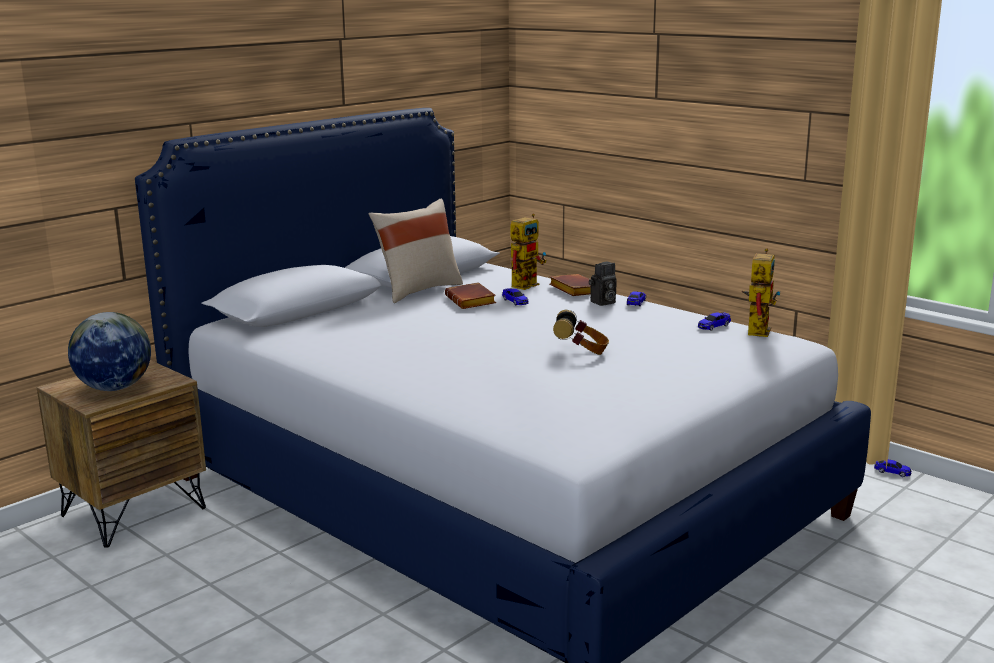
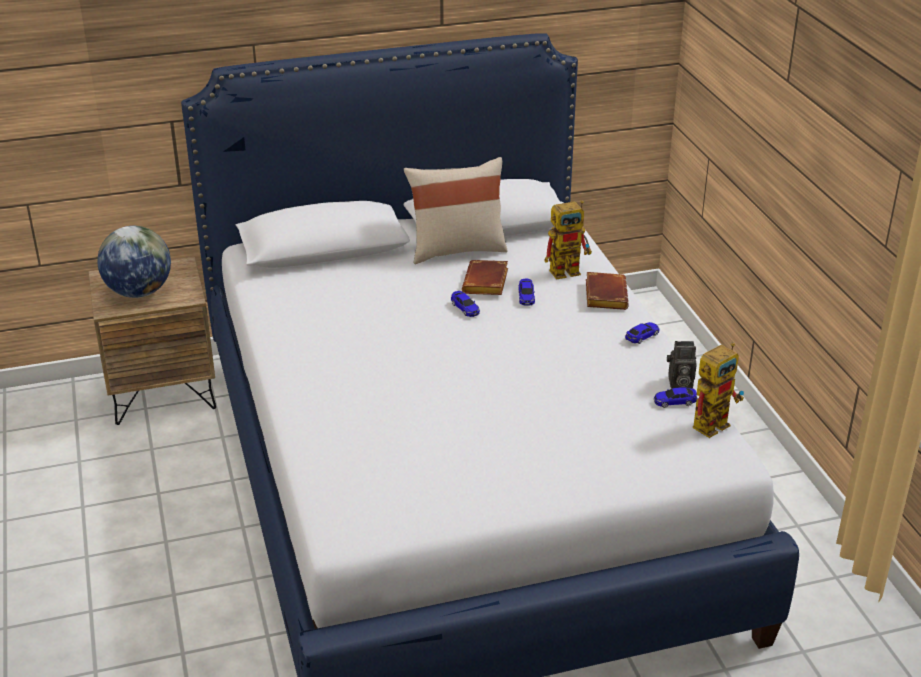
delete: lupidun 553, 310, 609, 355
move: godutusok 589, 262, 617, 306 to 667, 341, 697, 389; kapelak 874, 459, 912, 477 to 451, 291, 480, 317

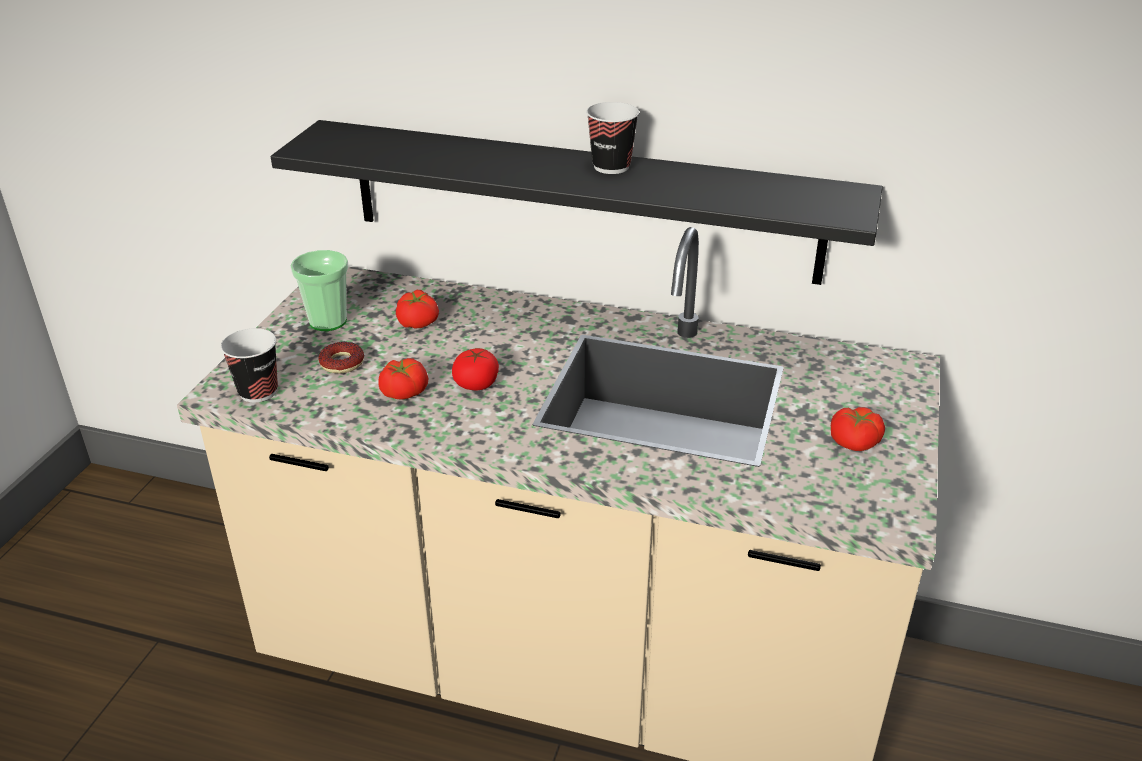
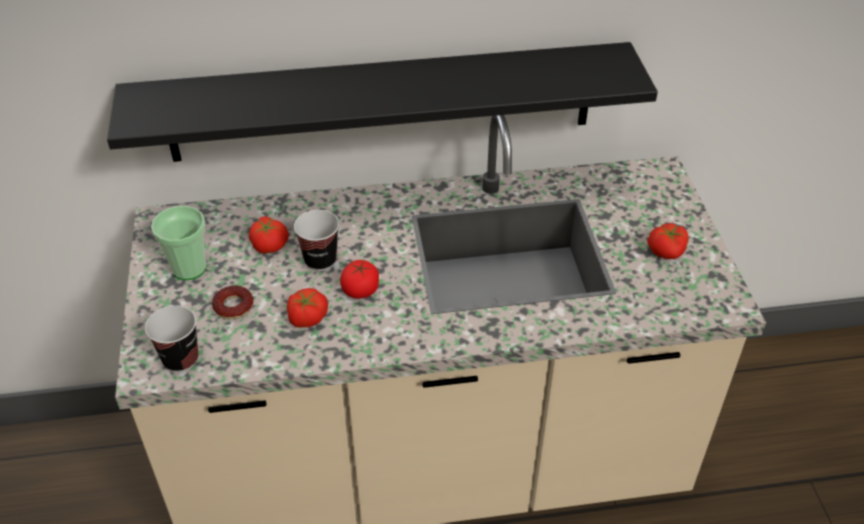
move: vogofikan 586, 102, 639, 174 to 294, 210, 339, 271

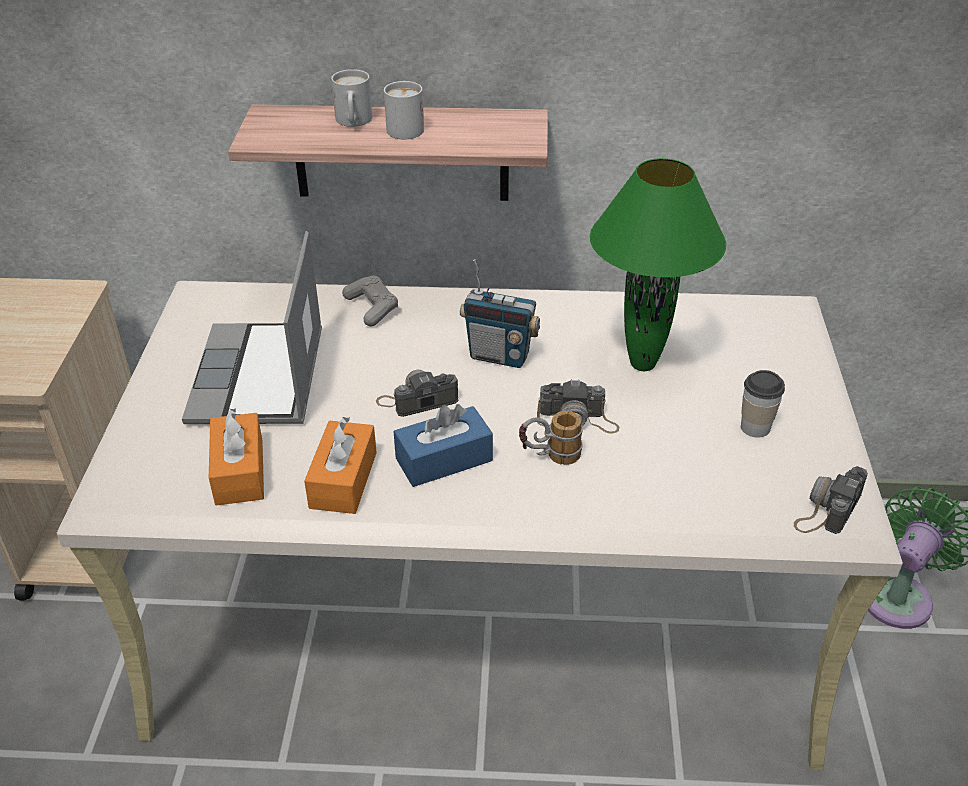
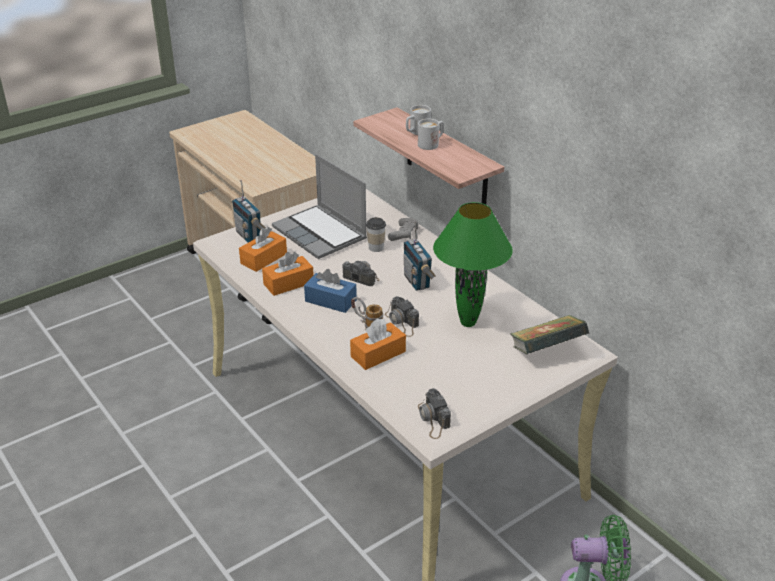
insert: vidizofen 232, 180, 265, 243; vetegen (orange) 350, 319, 406, 370; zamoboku 510, 315, 589, 354
move: vogofikan 741, 370, 785, 438 to 366, 217, 386, 252
rotate: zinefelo 182, 231, 322, 424 = 272, 154, 367, 259 90 degrees counterclockwise; godutusok 794, 466, 868, 534 = 418, 388, 451, 439 105 degrees counterclockwise

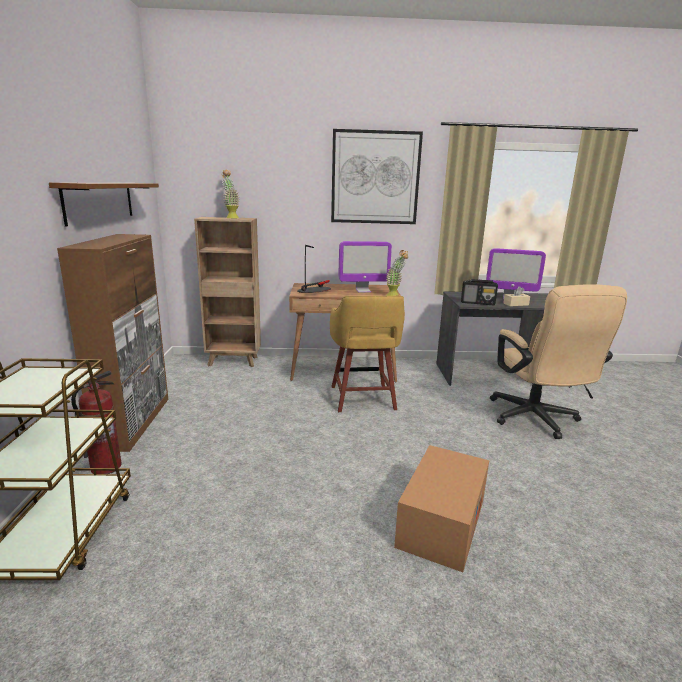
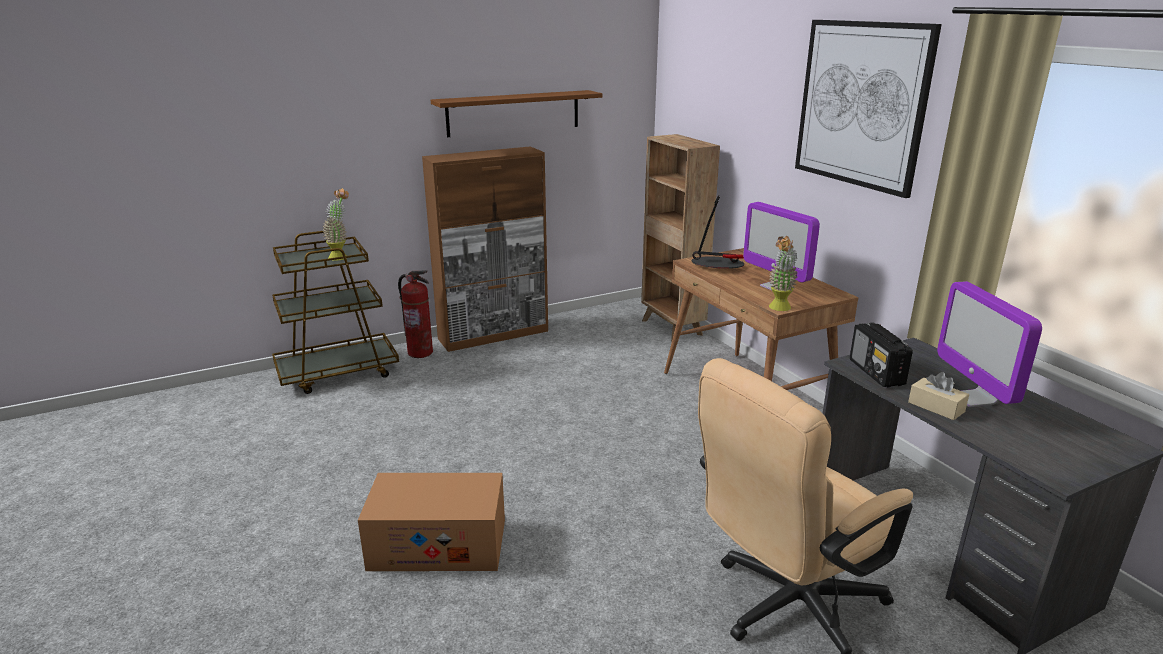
delete: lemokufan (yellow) 330, 296, 405, 412
move: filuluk 221, 170, 240, 218 to 322, 188, 349, 261

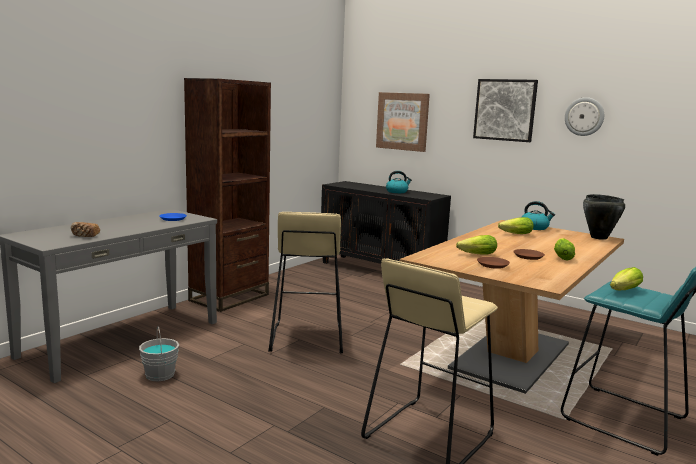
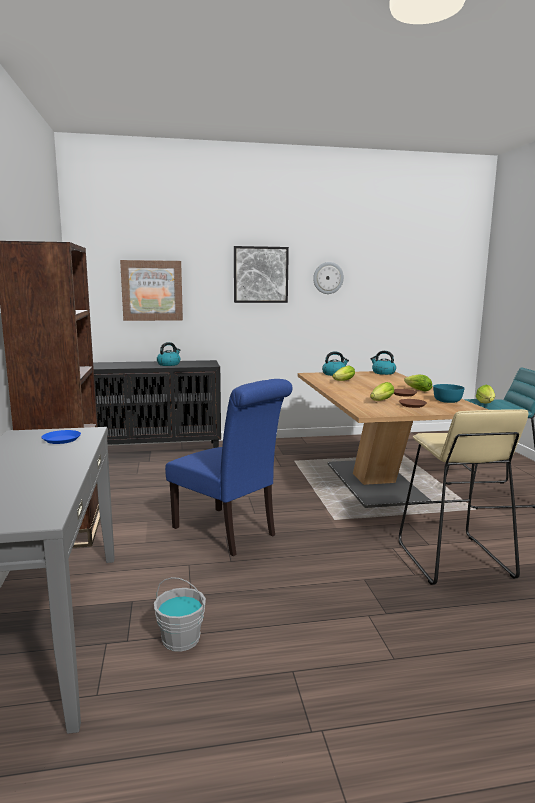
delete: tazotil 71, 222, 100, 237
insert: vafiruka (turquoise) 433, 384, 464, 403
replace: lemokufan (beige) 268, 212, 343, 353 to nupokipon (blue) 165, 379, 293, 556; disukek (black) 583, 194, 625, 240 to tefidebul 370, 351, 396, 375

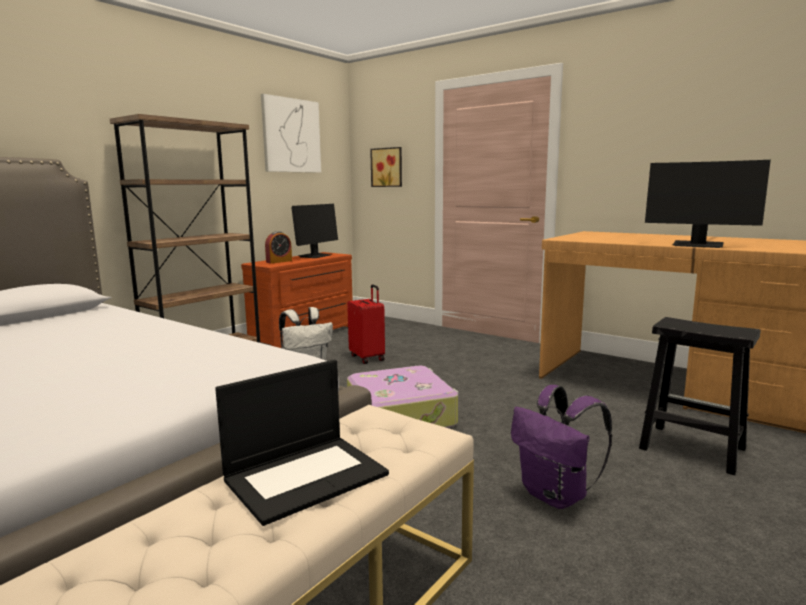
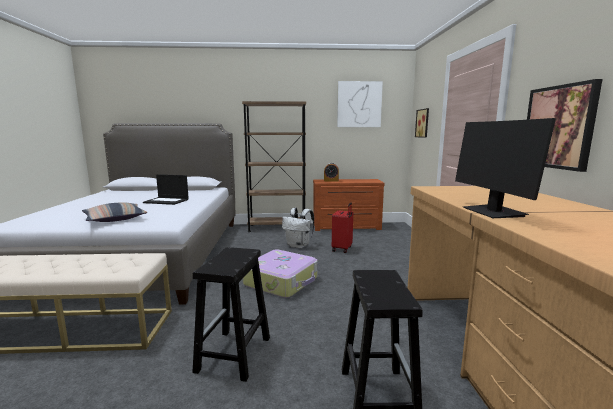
delete: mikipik 292, 204, 338, 258
insert: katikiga 82, 203, 147, 222; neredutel 527, 79, 603, 172
move: zinefelo 215, 360, 389, 526 to 143, 174, 189, 205
replace: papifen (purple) 511, 385, 612, 509 to lemokufan (black) 192, 247, 270, 382

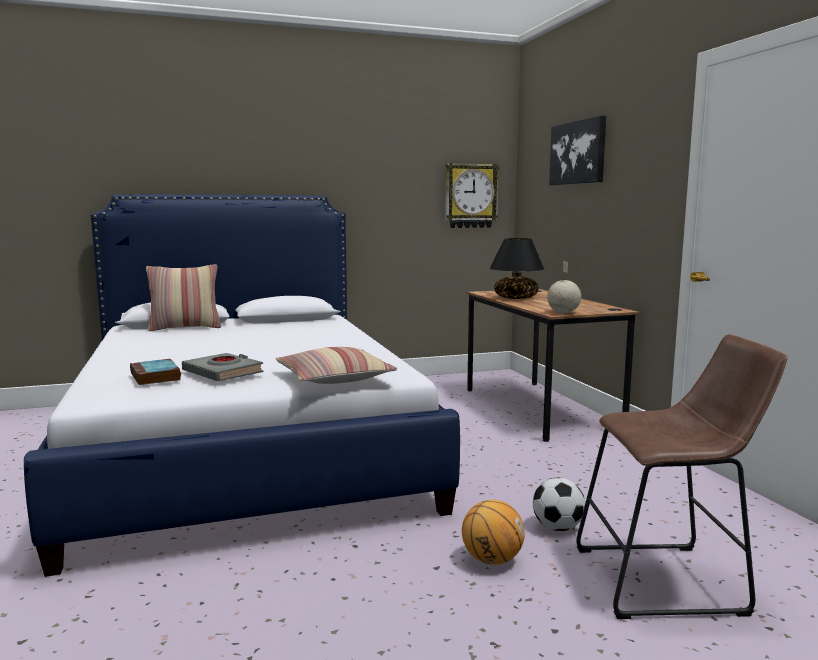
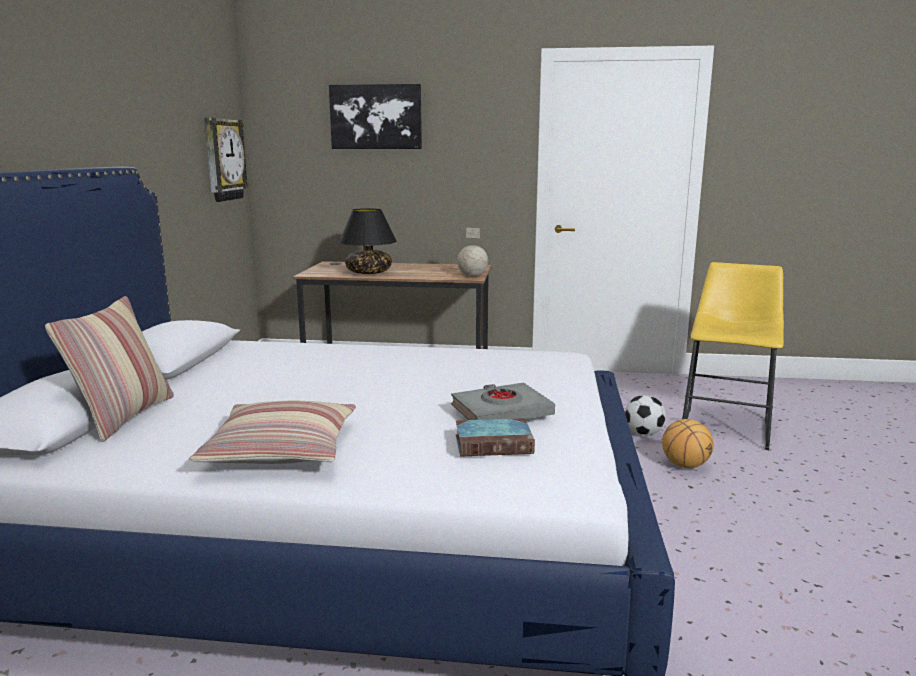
move: katikiga 276, 347, 397, 384 to 189, 401, 356, 464
recolor: lemokufan (brown) 576, 334, 788, 619 to lemokufan (yellow) 682, 262, 784, 450

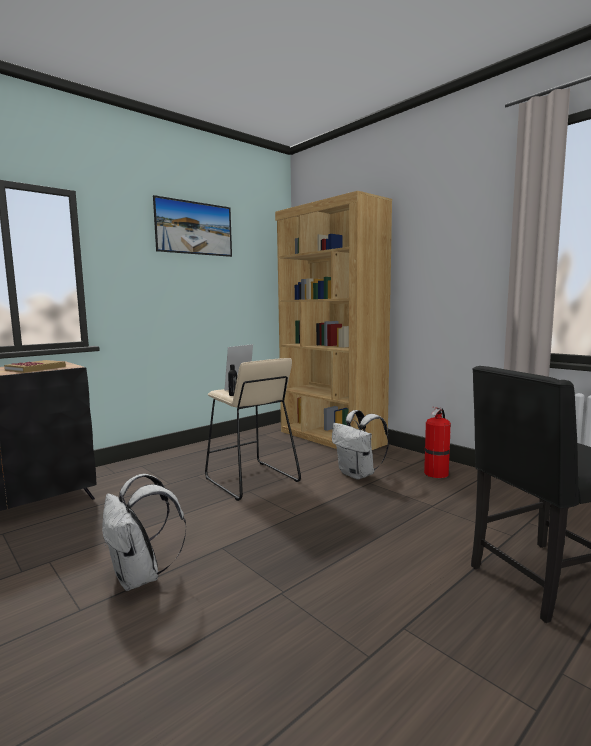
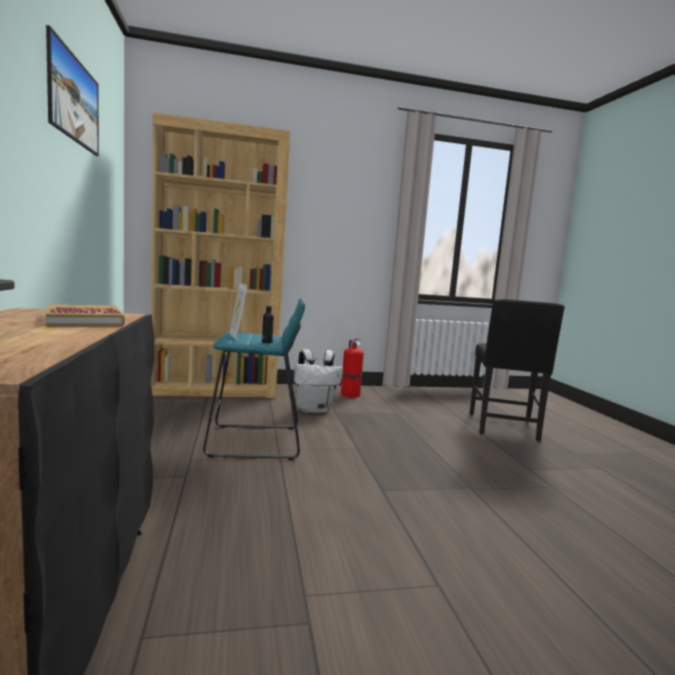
delete: papifen (white) 102, 474, 186, 591
recolor: lemokufan (beige) 205, 358, 301, 501 to lemokufan (turquoise) 203, 298, 305, 460

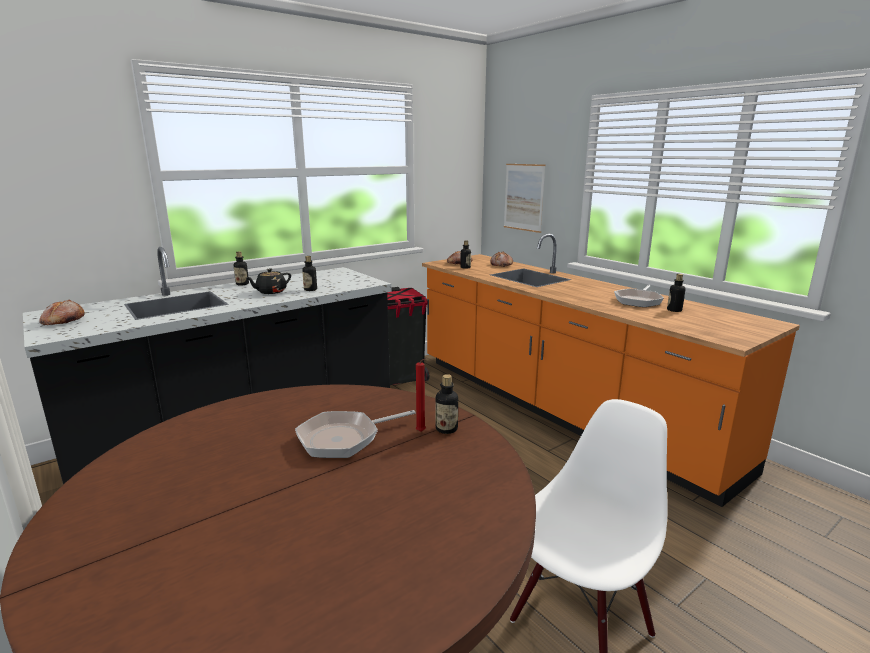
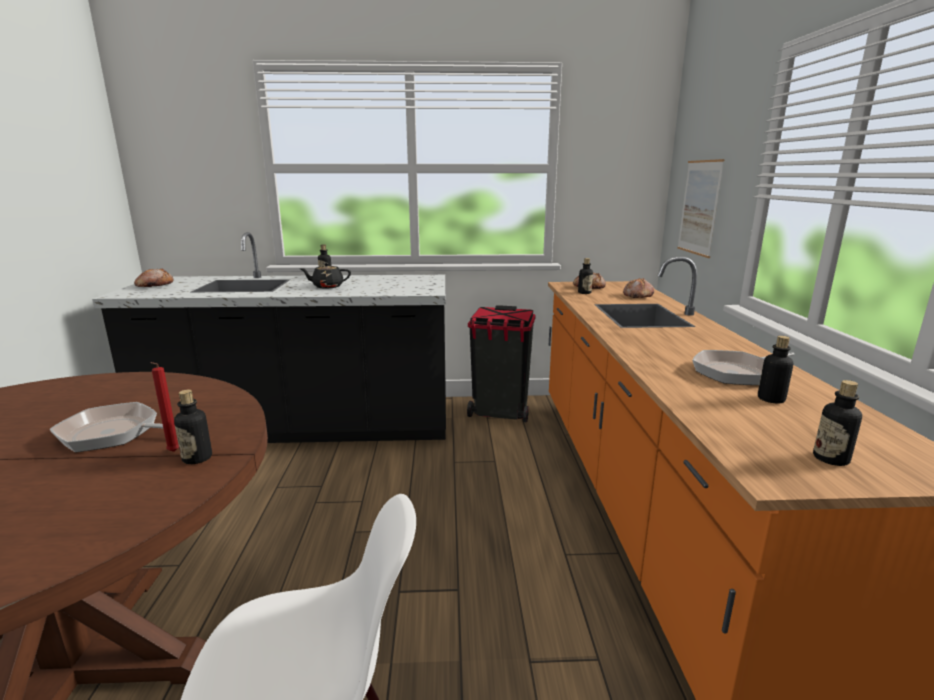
move: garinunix 302, 256, 317, 291 to 813, 380, 862, 466

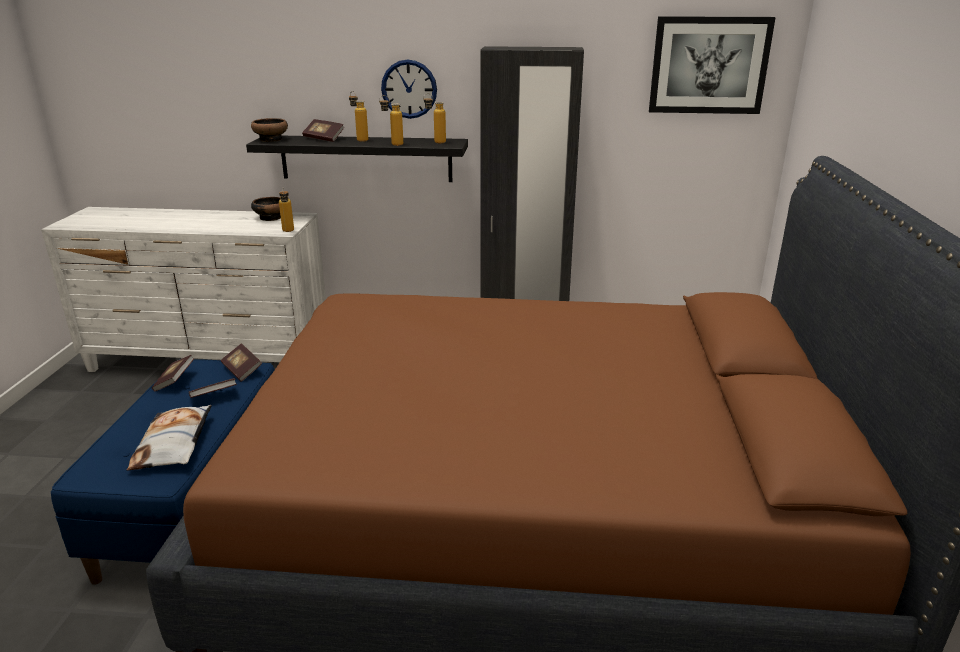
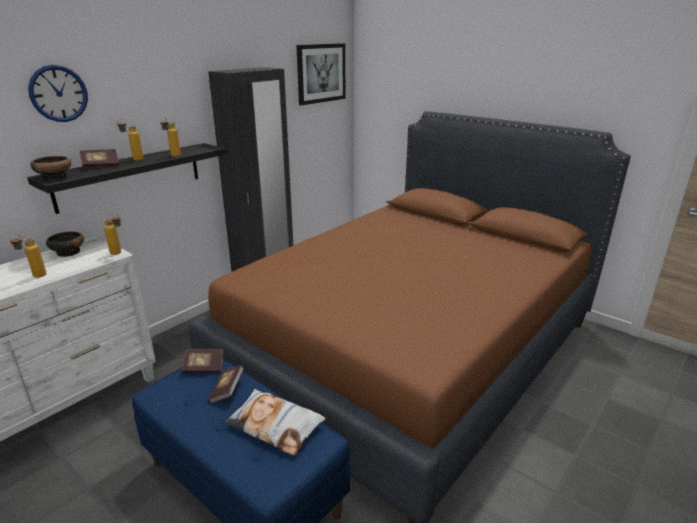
delete: zamoboku 152, 355, 194, 392
move: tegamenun 381, 60, 437, 119 to 28, 65, 88, 122; garinunix 423, 93, 446, 143 to 10, 234, 46, 278

